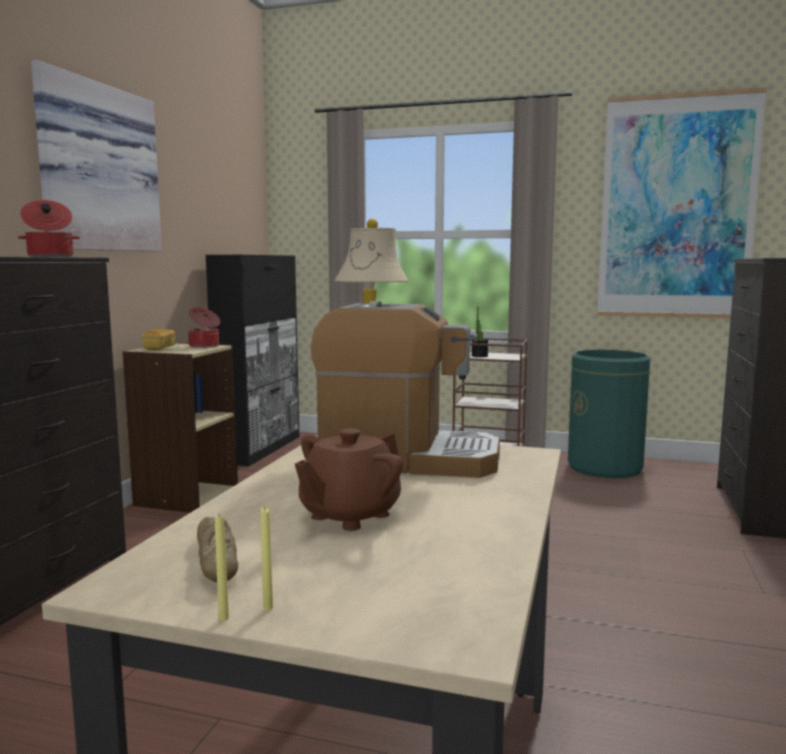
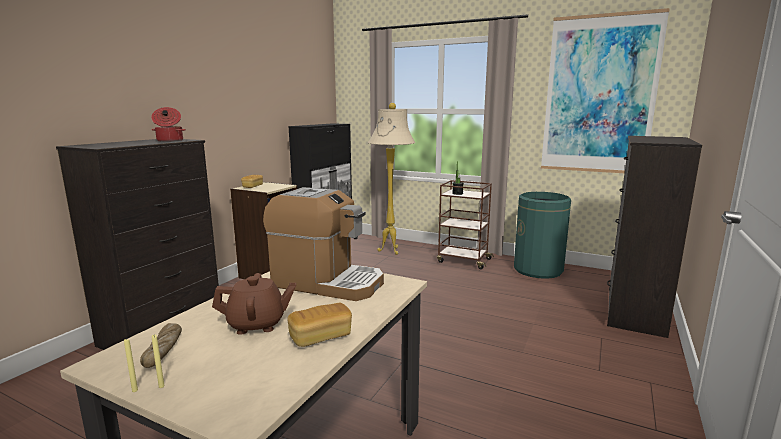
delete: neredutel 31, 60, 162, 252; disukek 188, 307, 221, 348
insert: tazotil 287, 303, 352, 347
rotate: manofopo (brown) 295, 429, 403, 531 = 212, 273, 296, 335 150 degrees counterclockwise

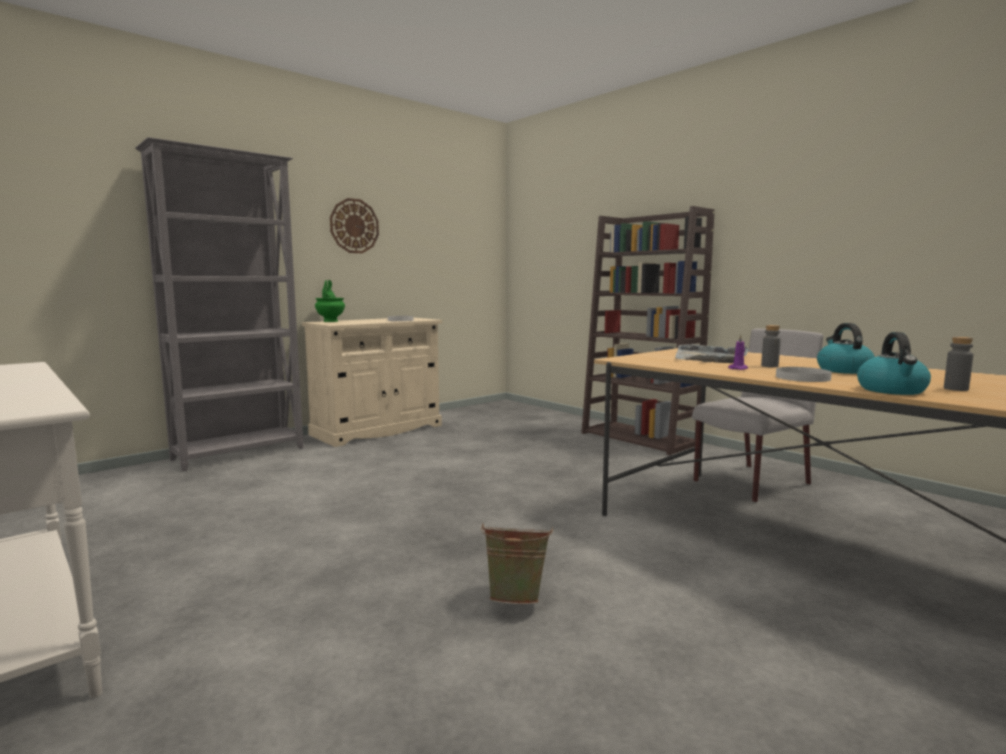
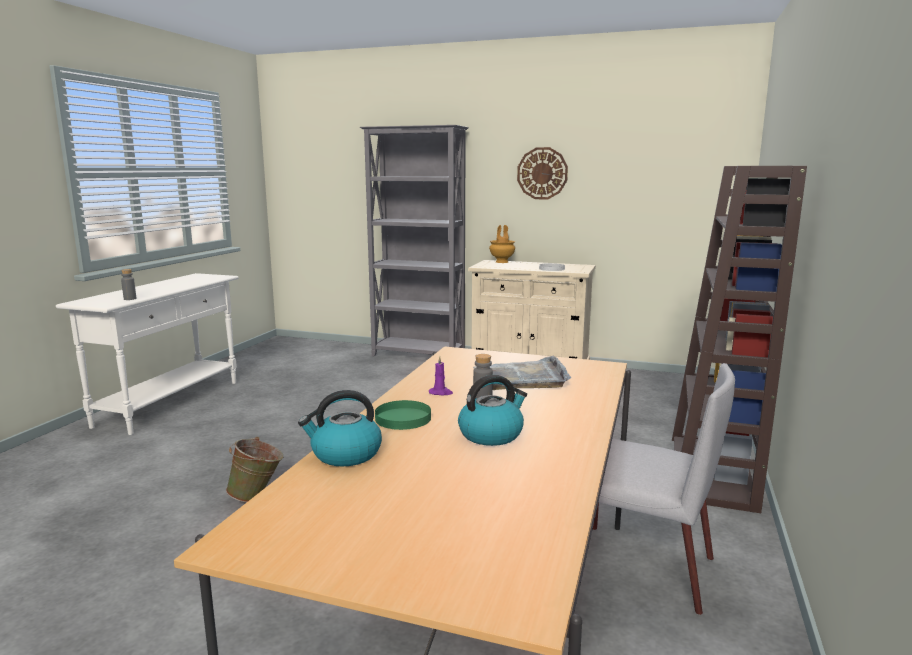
move: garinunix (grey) 944, 337, 973, 391 to 121, 269, 136, 300
recolor: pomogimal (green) 315, 280, 345, 322 to pomogimal (brown) 489, 225, 515, 263; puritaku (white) 776, 367, 832, 382 to puritaku (green) 375, 400, 431, 430

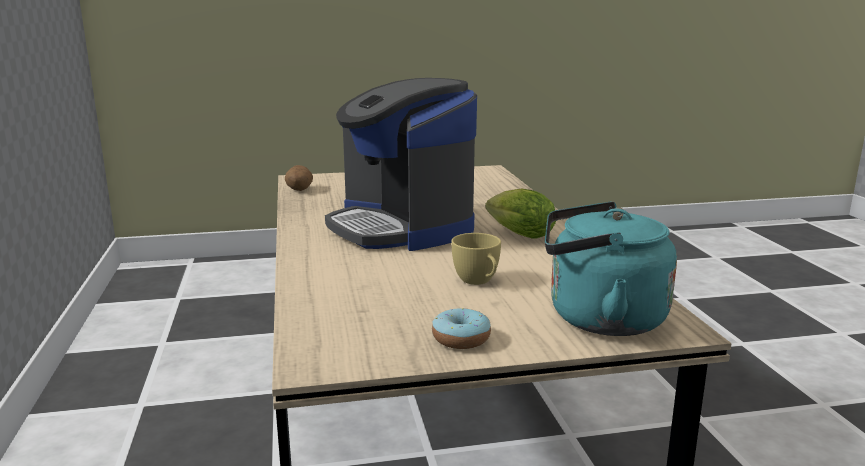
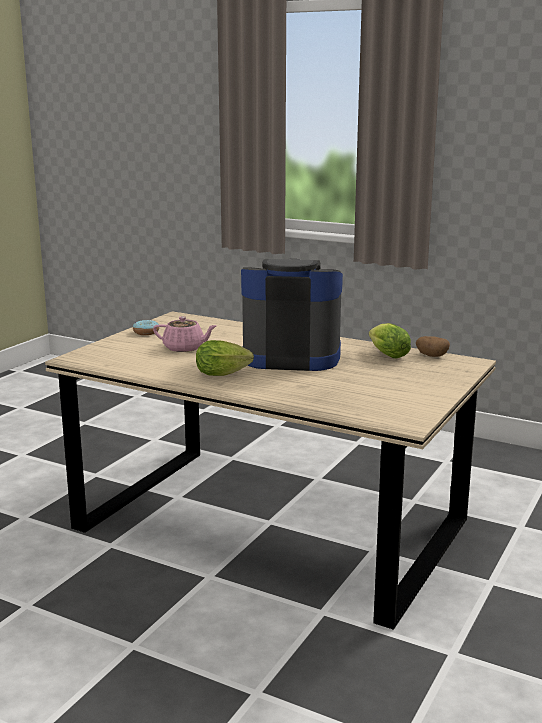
delete: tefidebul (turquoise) 545, 202, 677, 336
insert: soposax 369, 323, 411, 358
replace: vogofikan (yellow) 451, 233, 501, 285 to manofopo (pink) 153, 316, 217, 352

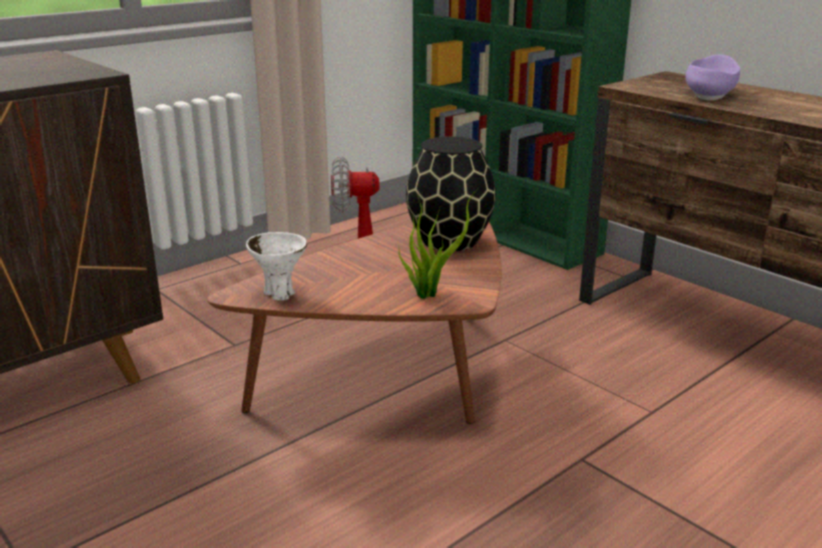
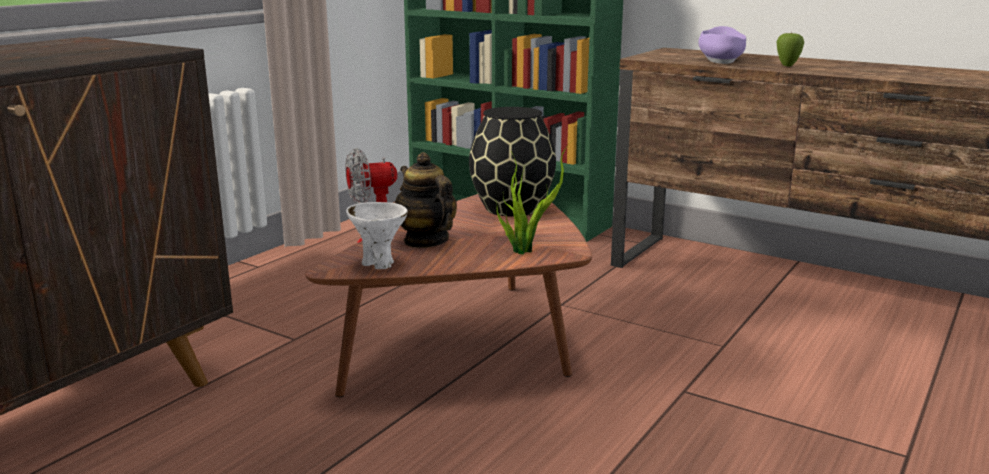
insert: manofopo 395, 152, 457, 248; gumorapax 777, 31, 804, 67

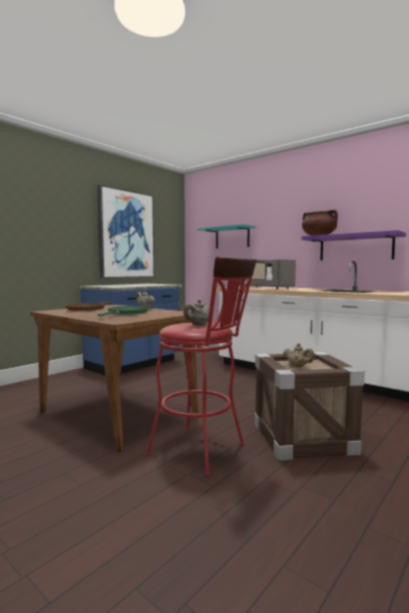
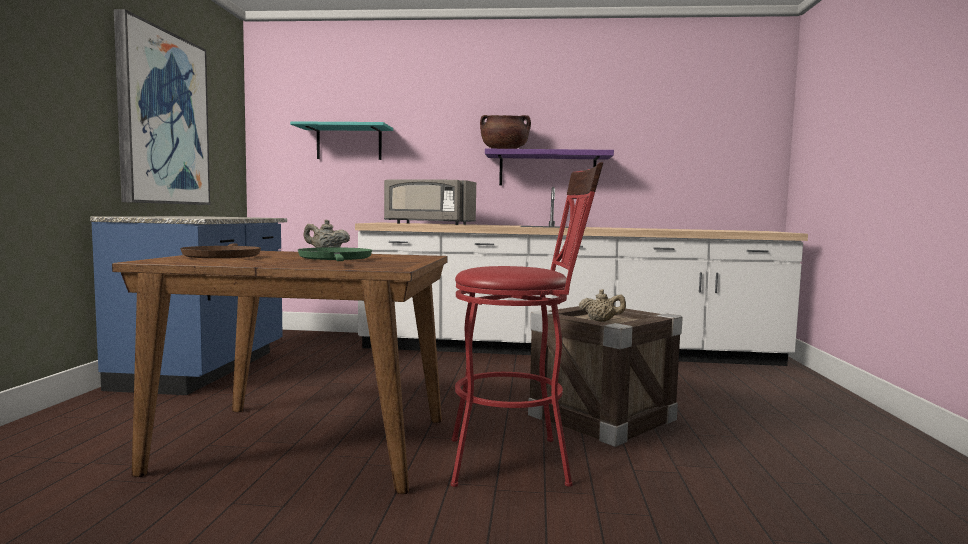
delete: manofopo (beige) 184, 300, 210, 326

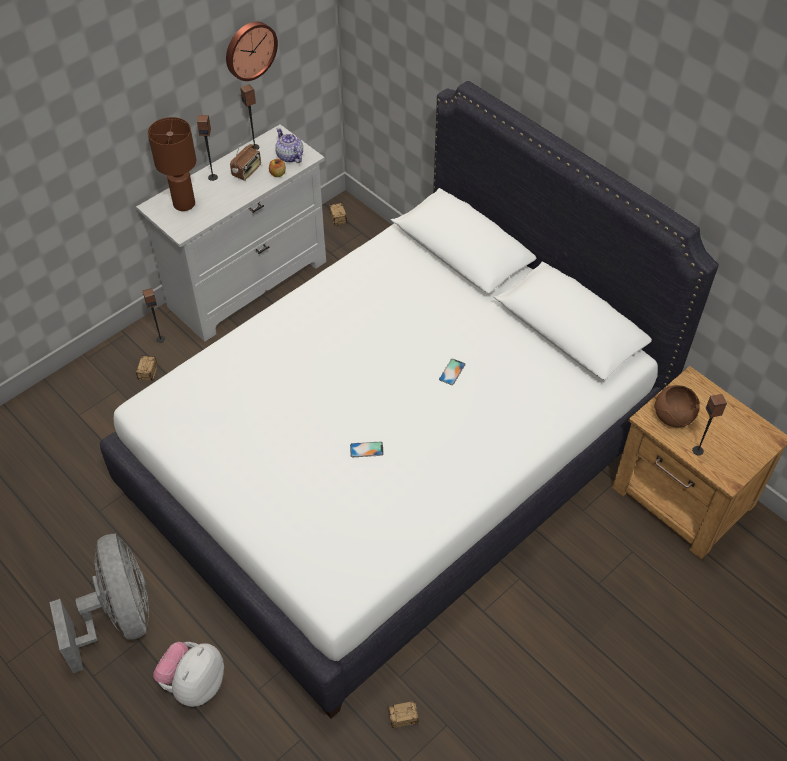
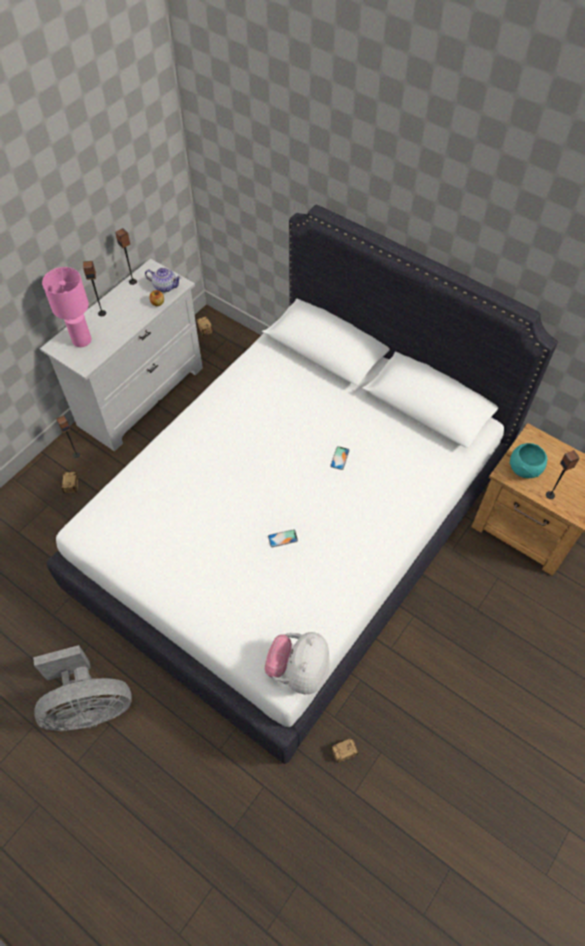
delete: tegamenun 226, 22, 278, 81; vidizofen 230, 139, 261, 181
move: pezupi 153, 642, 224, 707 to 264, 632, 330, 694
recolor: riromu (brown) 148, 117, 196, 211 to riromu (pink) 42, 267, 91, 347; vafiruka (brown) 654, 385, 700, 427 to vafiruka (turquoise) 510, 443, 548, 478
rotate: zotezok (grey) 50, 534, 149, 673 = 33, 645, 132, 731 105 degrees clockwise; manofopo 275, 128, 303, 163 = 145, 267, 182, 292 150 degrees clockwise

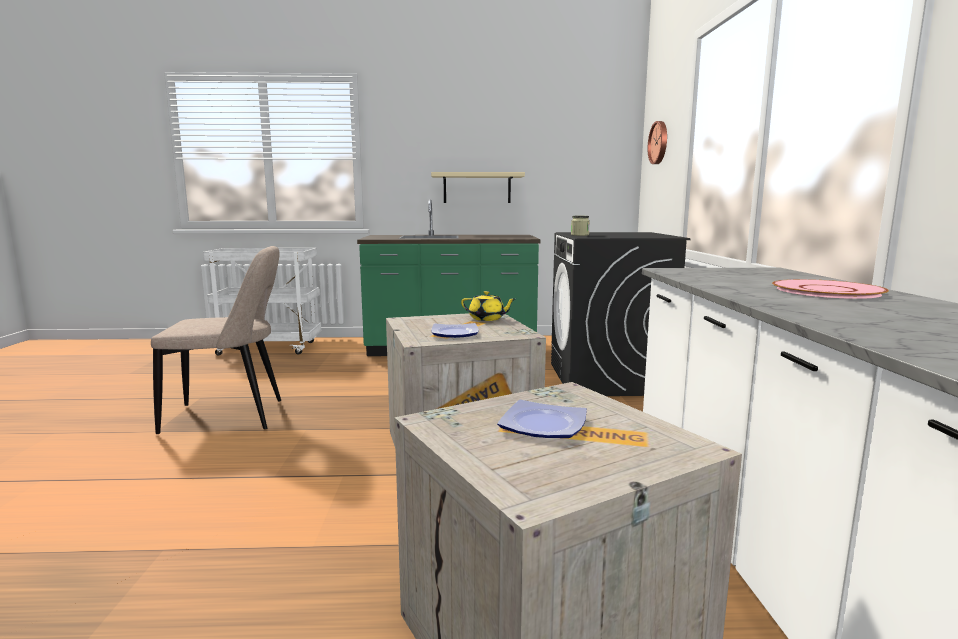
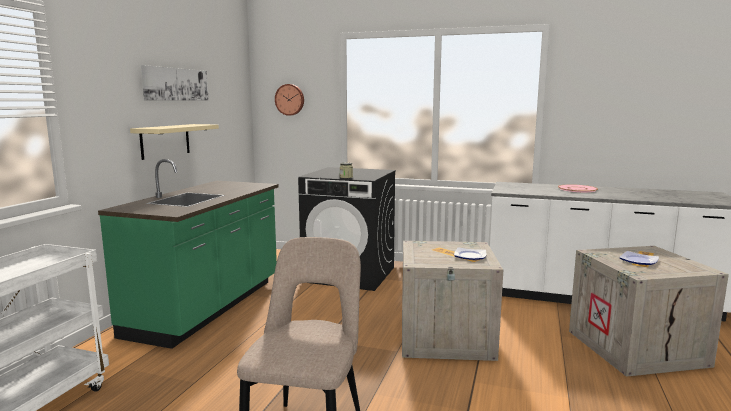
delete: manofopo (yellow) 461, 291, 515, 321
insert: neredutel 141, 65, 209, 100

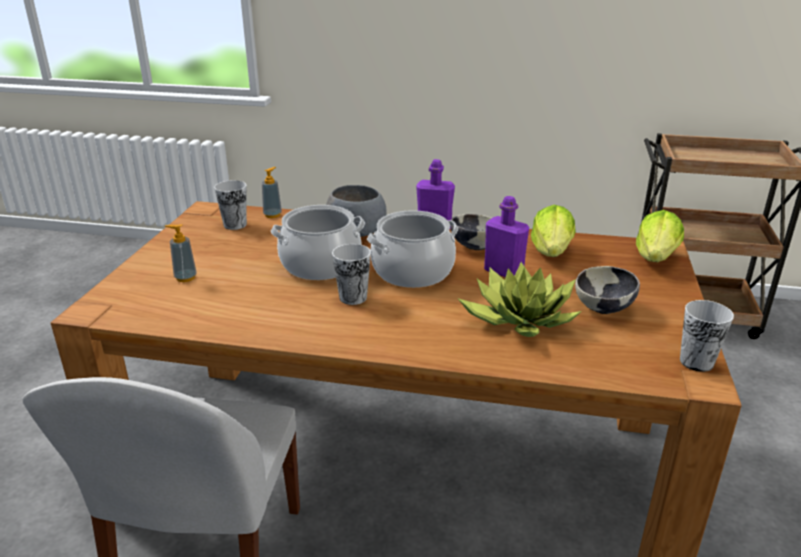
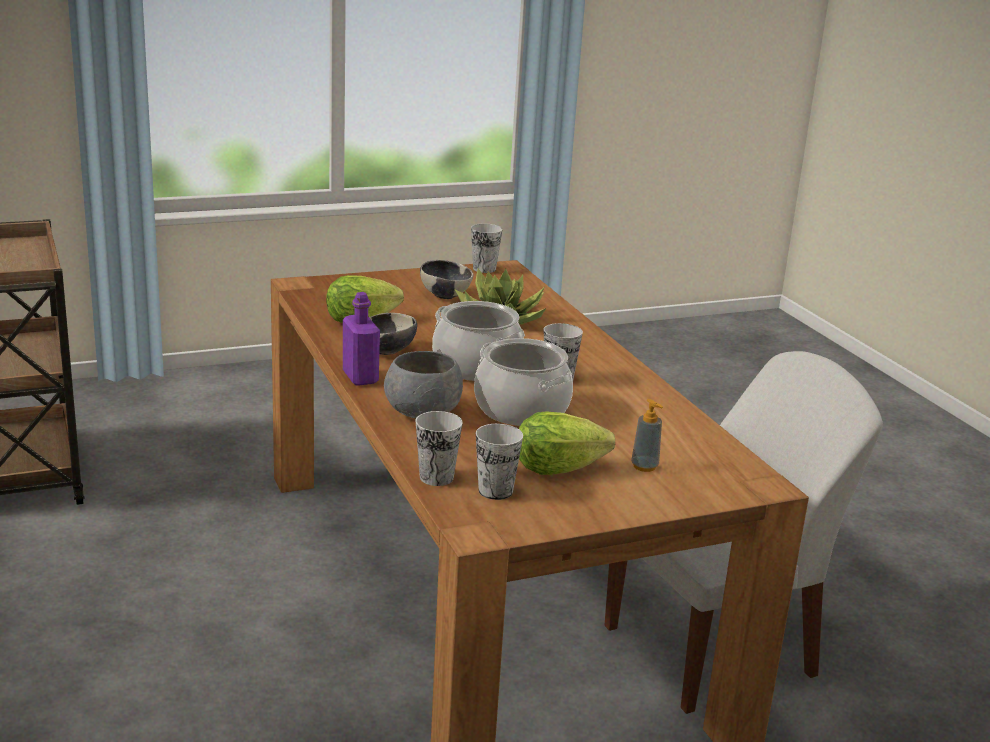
delete: garinunix (purple) 484, 196, 529, 277
move: soposax 636, 210, 684, 262 to 519, 411, 615, 475
replace: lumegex 262, 167, 282, 218 to vogofikan 416, 411, 463, 486

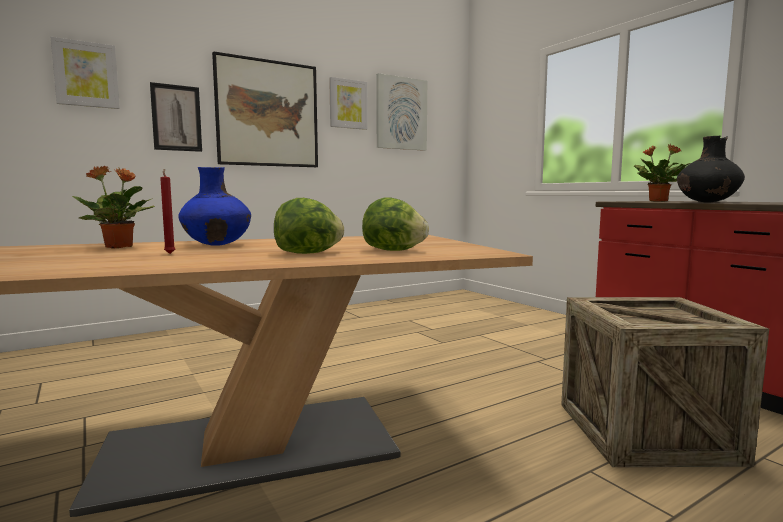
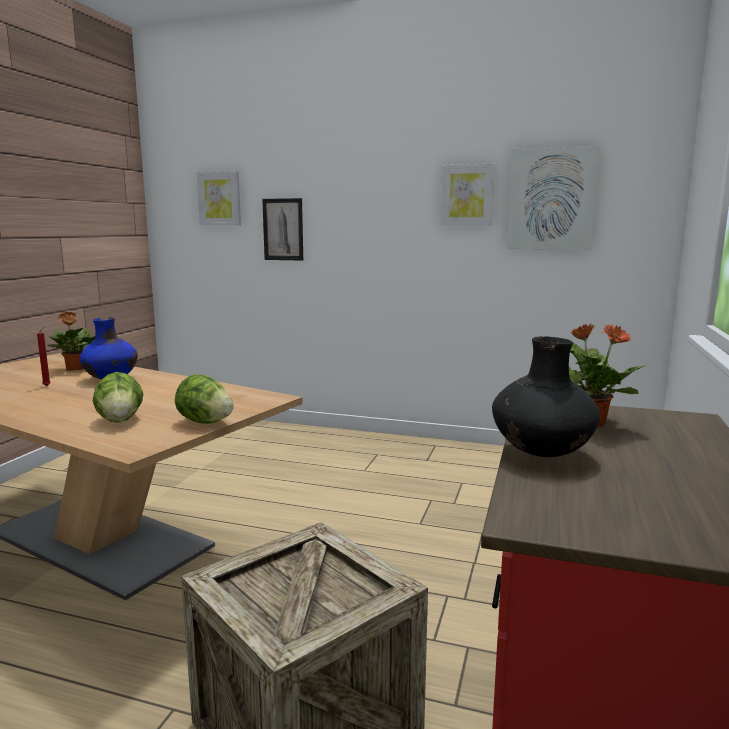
delete: neredutel 212, 51, 318, 167
move: soposax 274, 198, 344, 254 to 175, 374, 234, 424

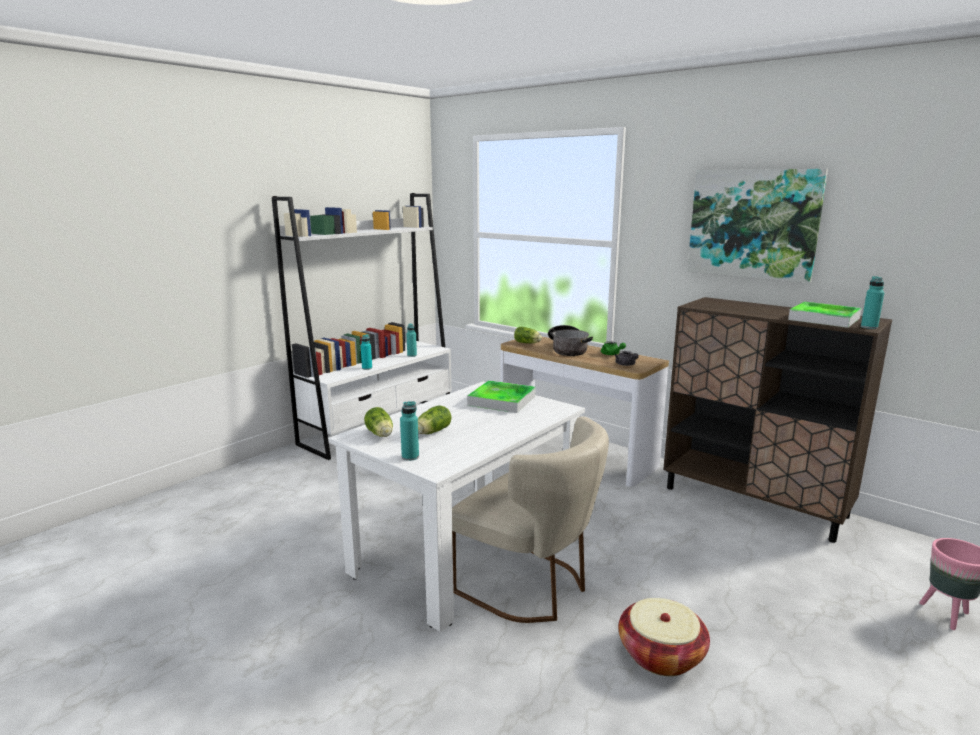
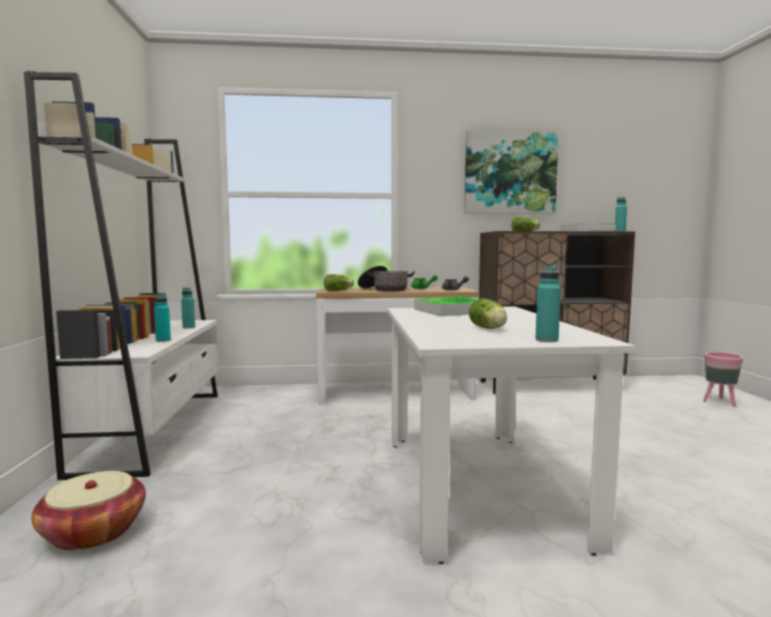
delete: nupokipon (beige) 452, 417, 609, 623
move: soposax 364, 407, 393, 437 to 512, 217, 540, 231; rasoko 619, 598, 710, 676 to 31, 471, 146, 551

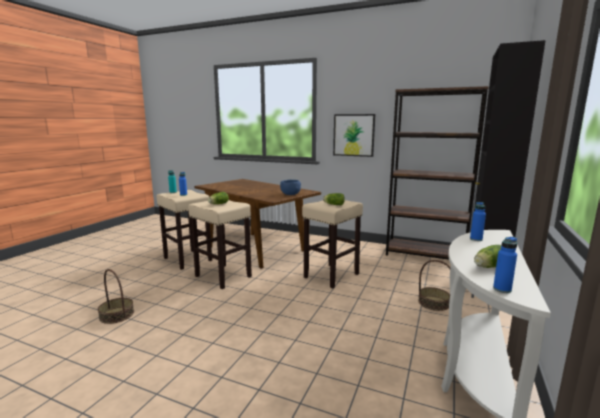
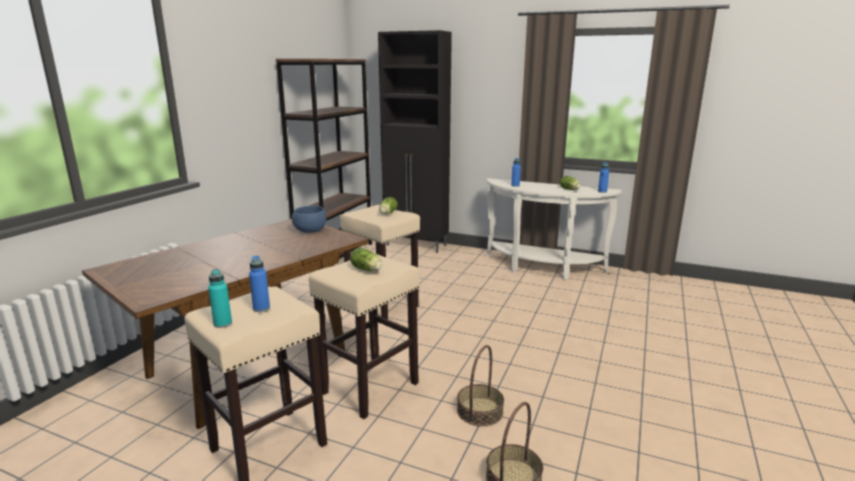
delete: neredutel 333, 114, 375, 157
move: rasoko 418, 260, 451, 311 to 457, 345, 504, 426

